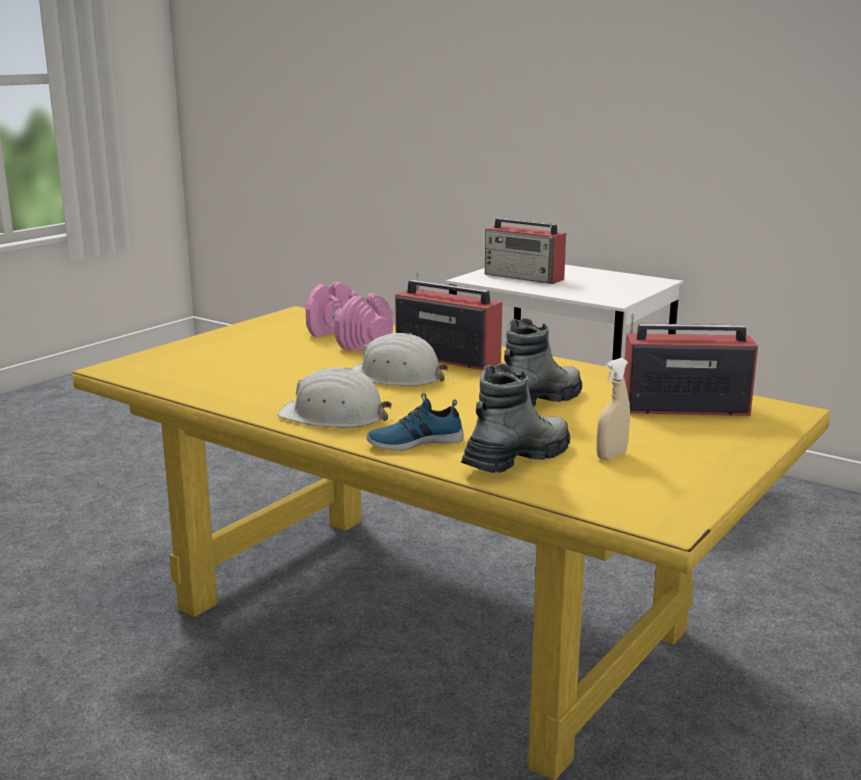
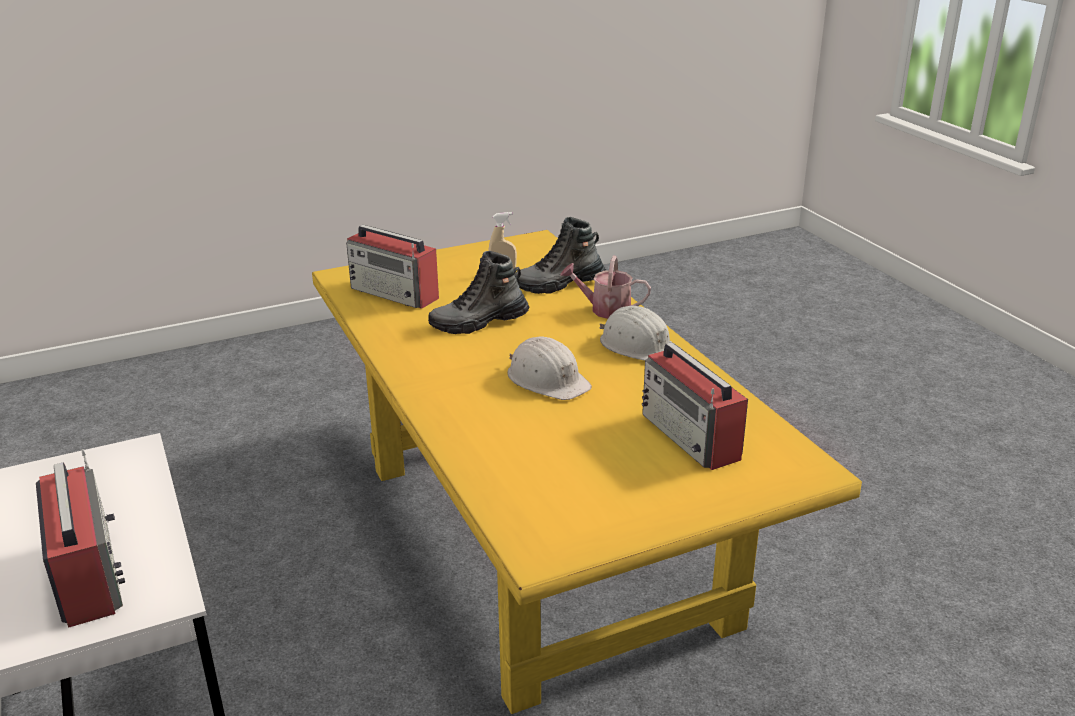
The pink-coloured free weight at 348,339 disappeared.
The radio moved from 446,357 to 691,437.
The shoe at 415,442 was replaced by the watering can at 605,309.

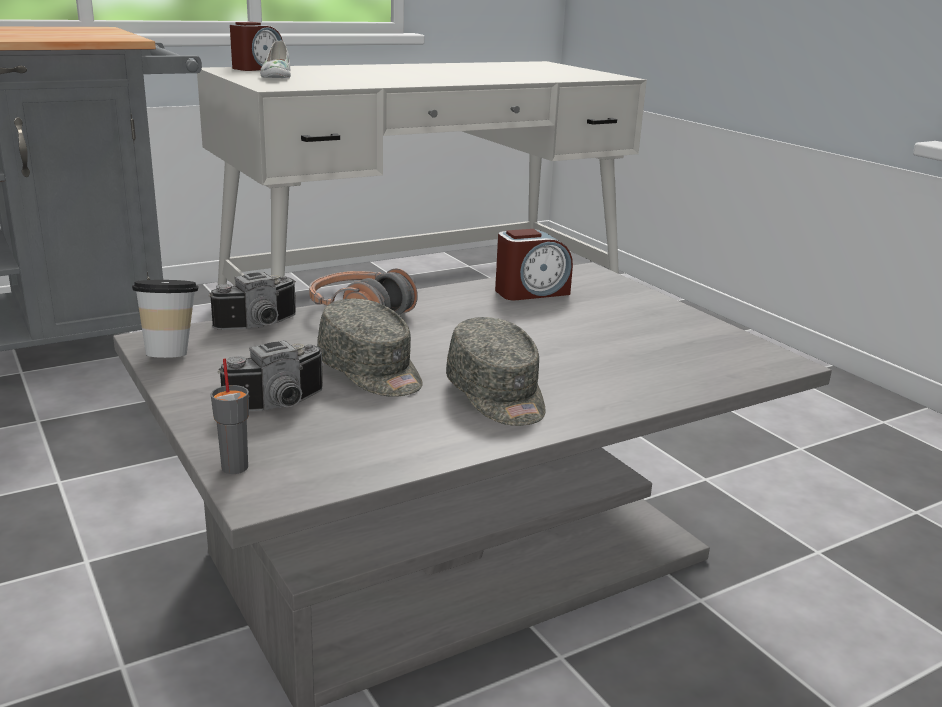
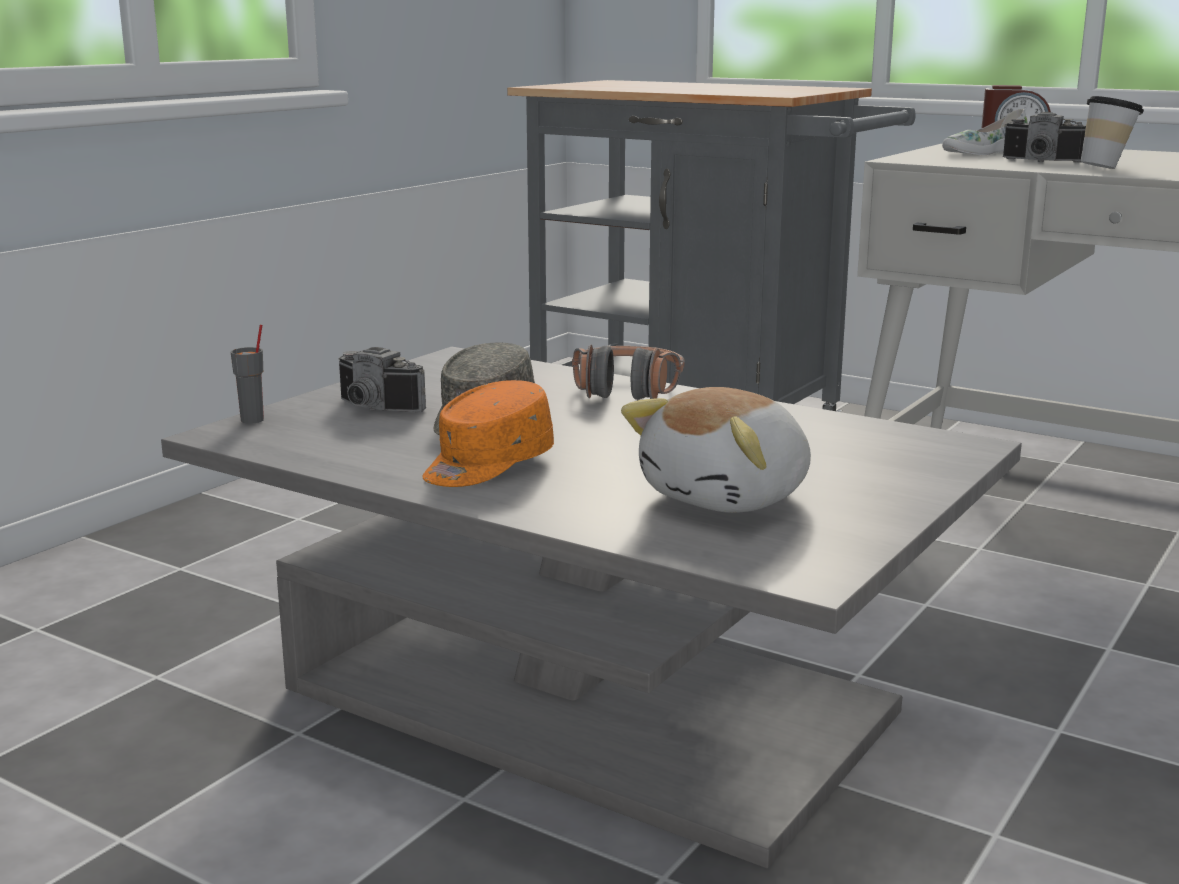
The alarm clock at 531,292 disappeared.
The cuddly toy at 729,497 appeared.
The drinking cup moved from 171,353 to 1106,168.
The photo camera moved from 260,326 to 1040,161.
The gray cap at 497,396 became the orangey cap at 486,465.

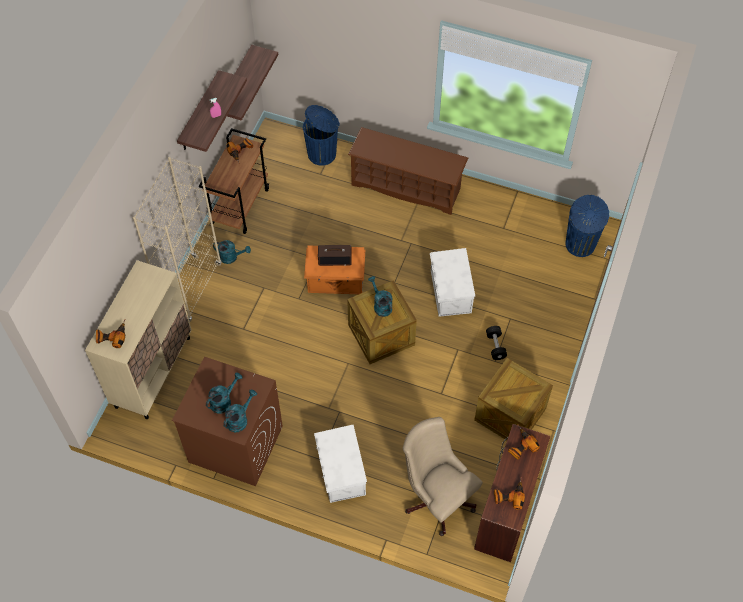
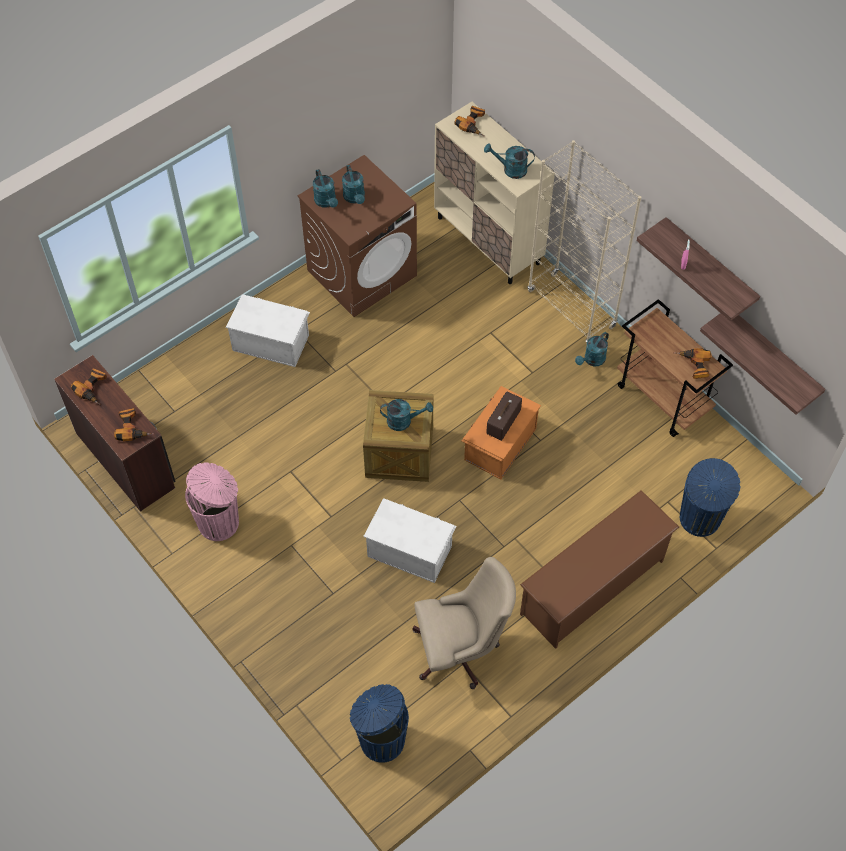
The black free weight at 495,346 disappeared.
The turquoise watering can at 510,170 appeared.
The beige-coloured office chair moved from 436,497 to 460,650.
The crate at 510,414 was replaced by the pink-coloured waste bin at 220,522.

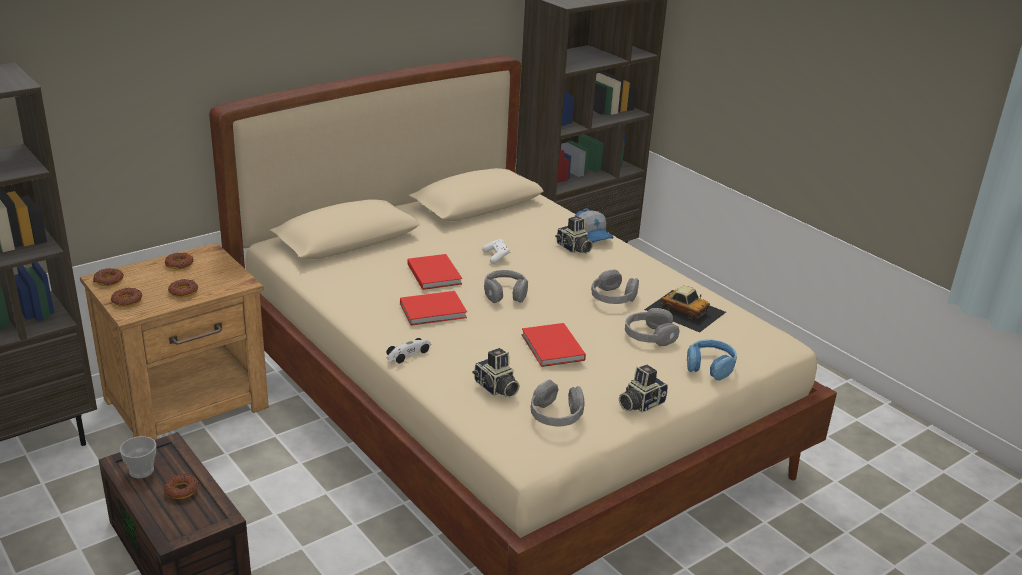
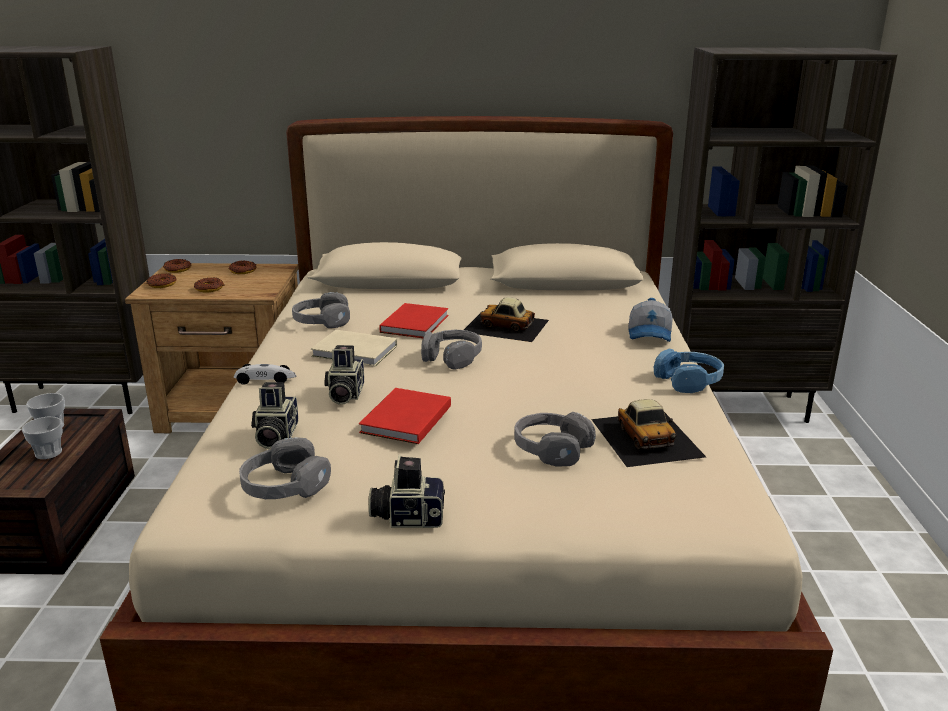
The photo camera moved from 573,248 to 344,394.
The gray headset moved from 613,297 to 321,321.
The blue-coloured headset moved from 710,366 to 689,381.
The donut at 182,490 was replaced by the drinking cup at 48,453.
The white-coloured game controller at 496,256 was replaced by the toy car at 506,326.
The red-coloured volume at 435,311 became the beige-coloured volume at 356,352.

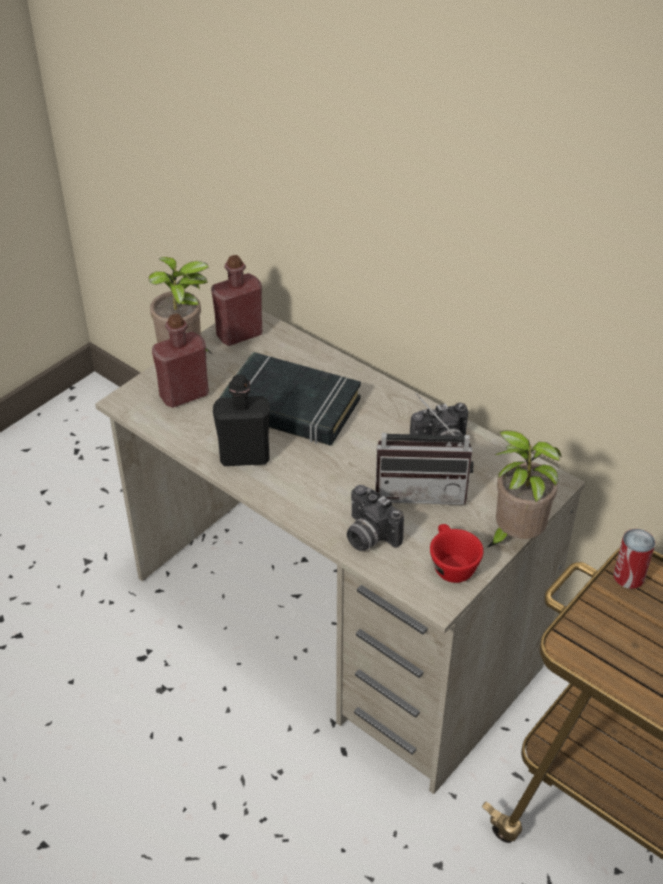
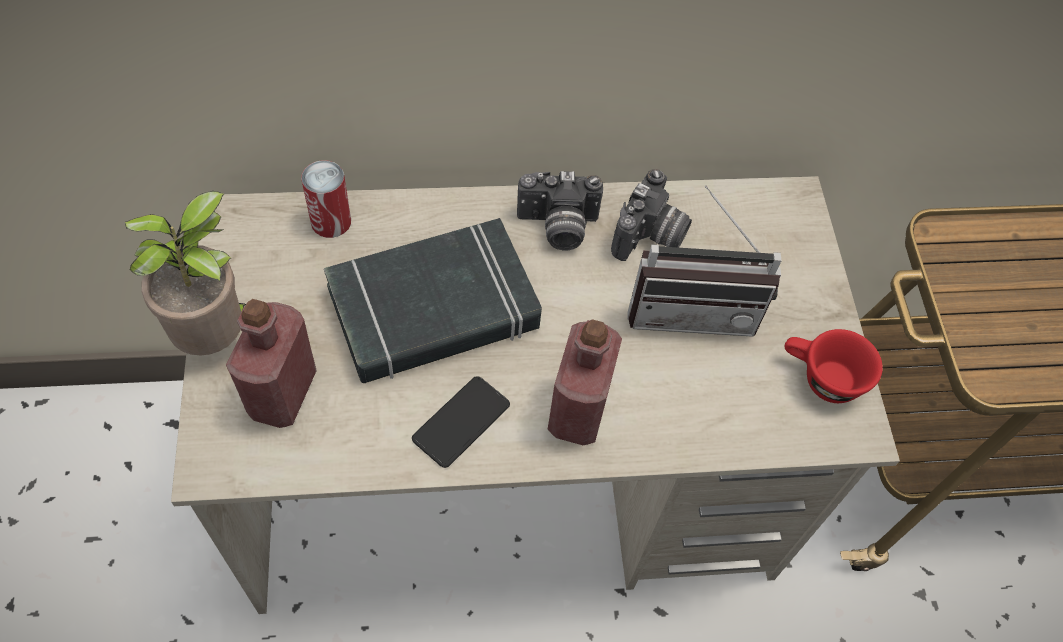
The plant in a pot at 515,536 disappeared.
The red-coloured drink bottle moved from 239,334 to 578,410.
The photo camera moved from 368,536 to 557,228.
The sealed can moved from 629,576 to 331,221.
The black drink bottle at 244,457 was replaced by the telephone at 461,422.
The radio at 421,489 turned 45 degrees clockwise.

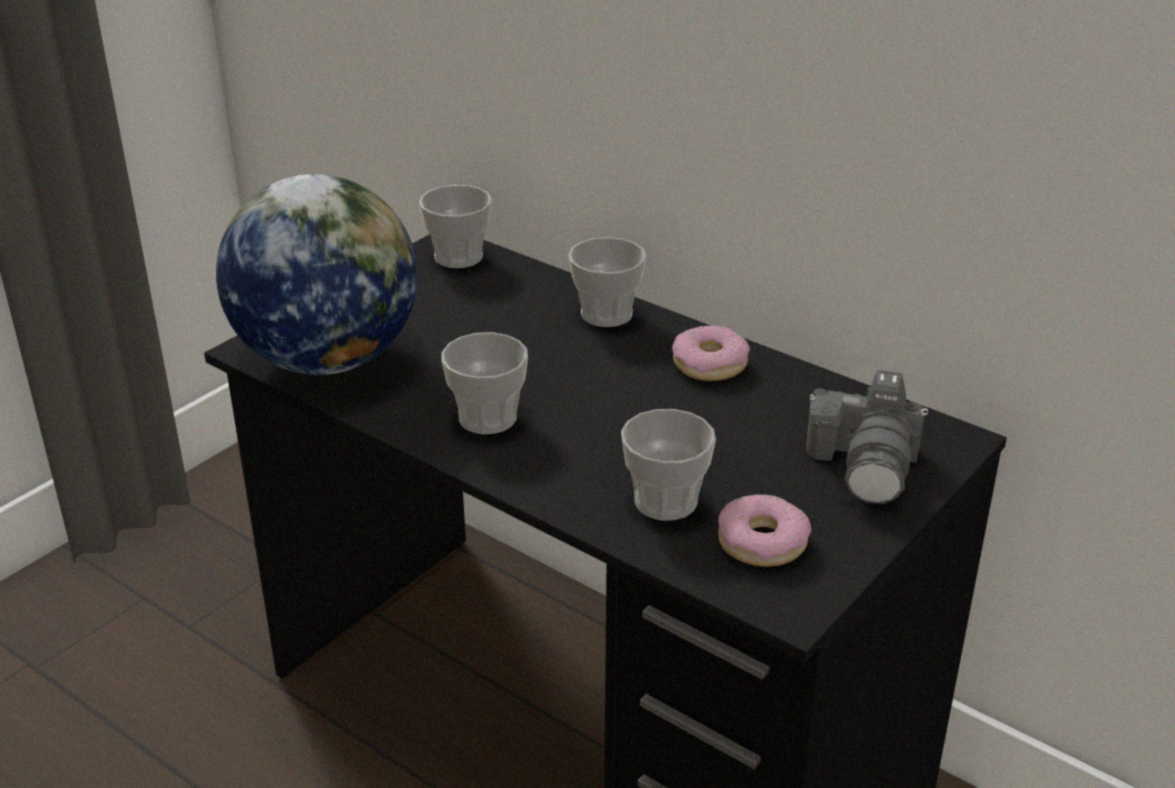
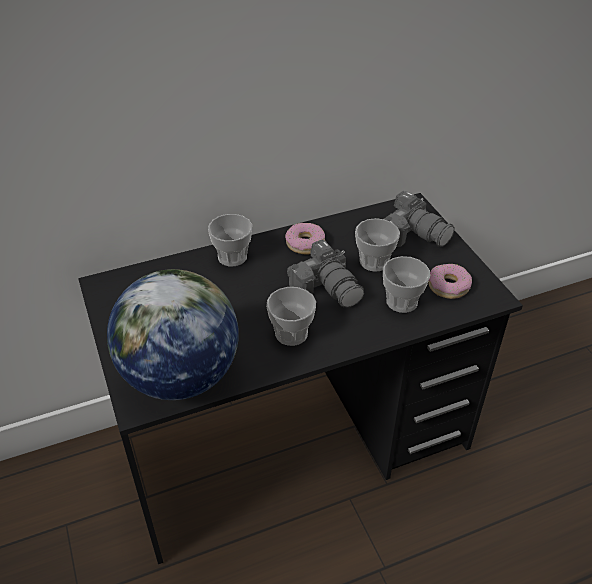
The photo camera at 327,288 appeared.
The drinking cup moved from 458,257 to 374,262.

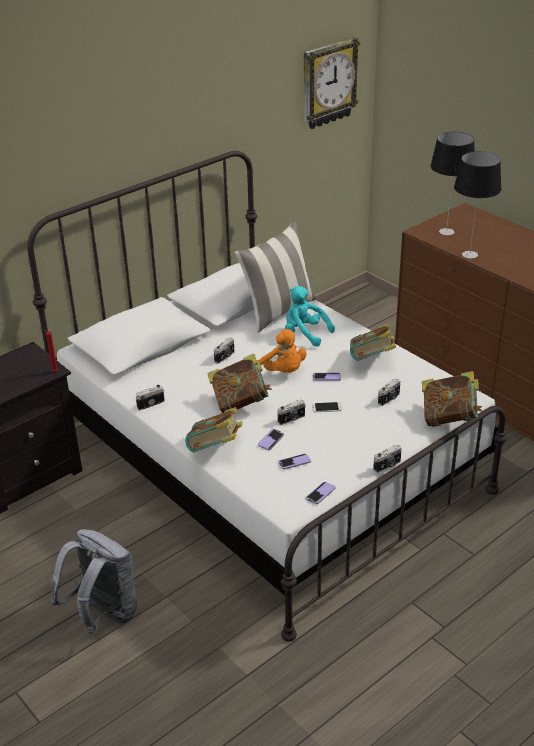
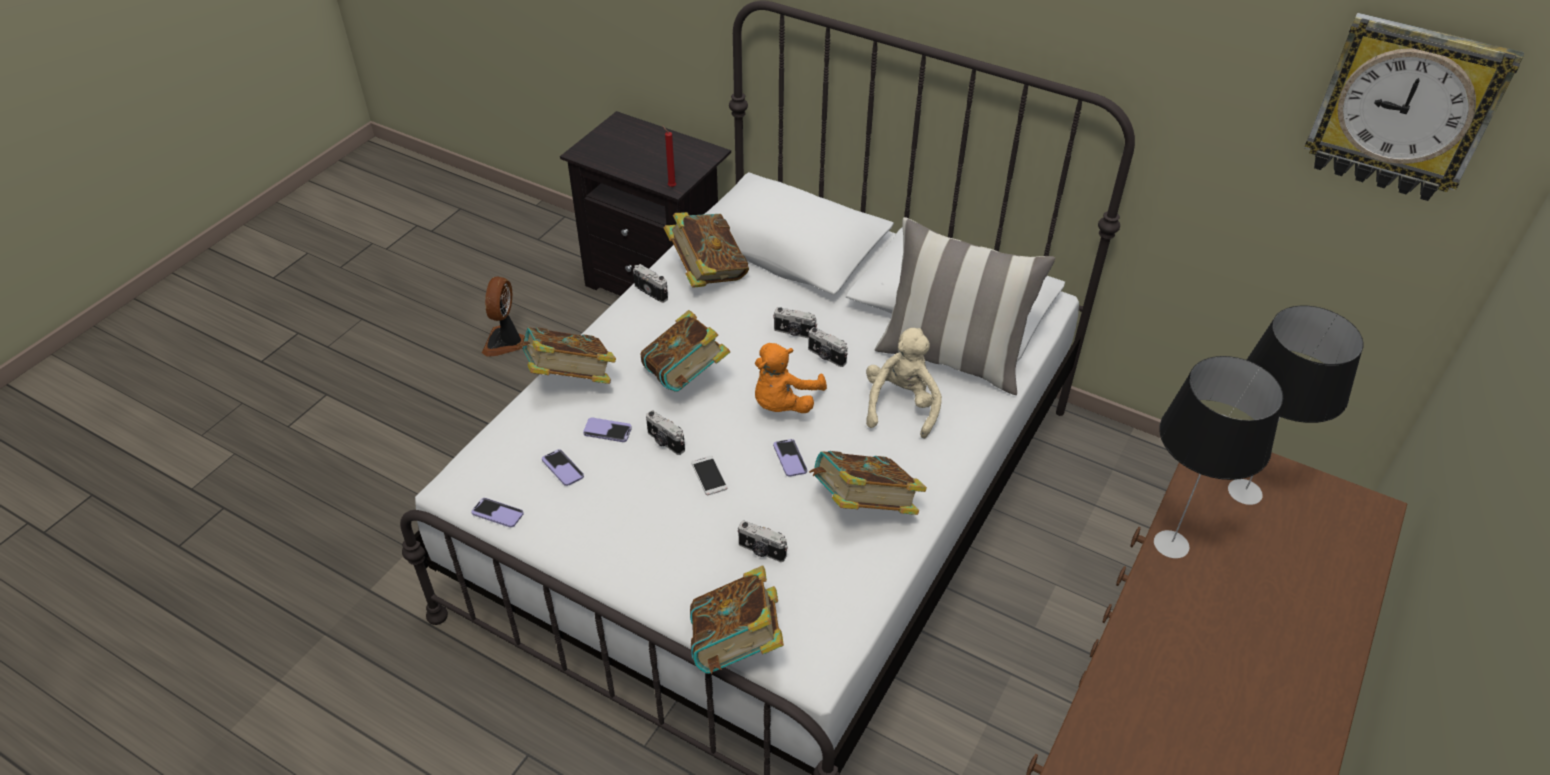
The gray knapsack at 103,614 disappeared.
The fan at 505,342 appeared.
The volume at 707,273 appeared.
The photo camera moved from 387,466 to 826,357.
The turquoise cuddly toy at 305,334 became the beige-coloured cuddly toy at 901,405.

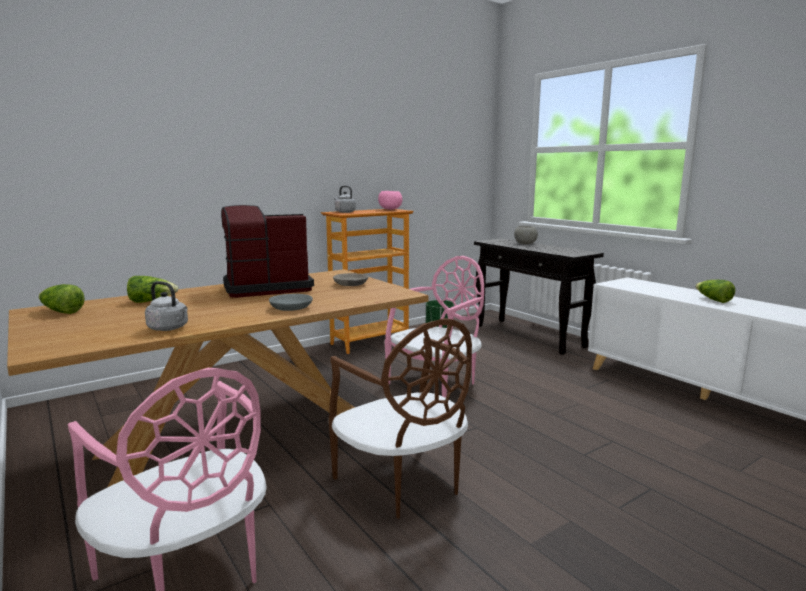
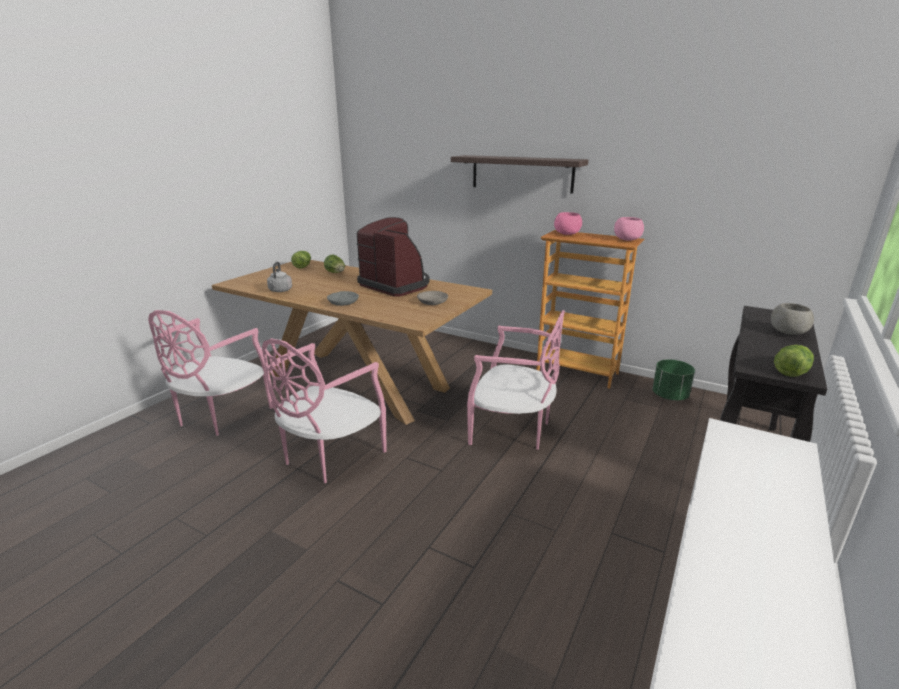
The bracket shelf at 521,173 appeared.
The lettuce head moved from 713,300 to 791,370.
The gray kettle at 344,212 was replaced by the pink-coloured deep dish at 567,234.
The brown-coloured chair at 403,483 became the pink-coloured chair at 329,455.

